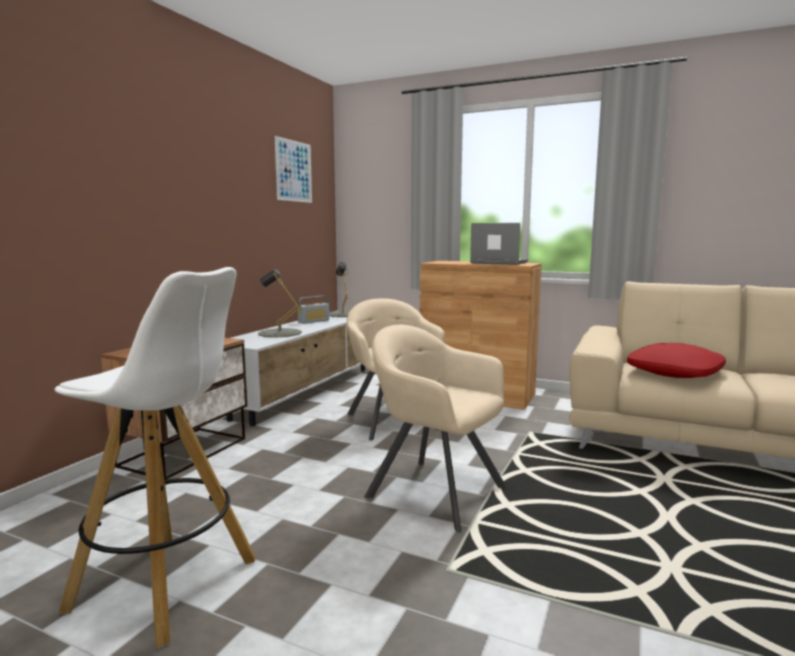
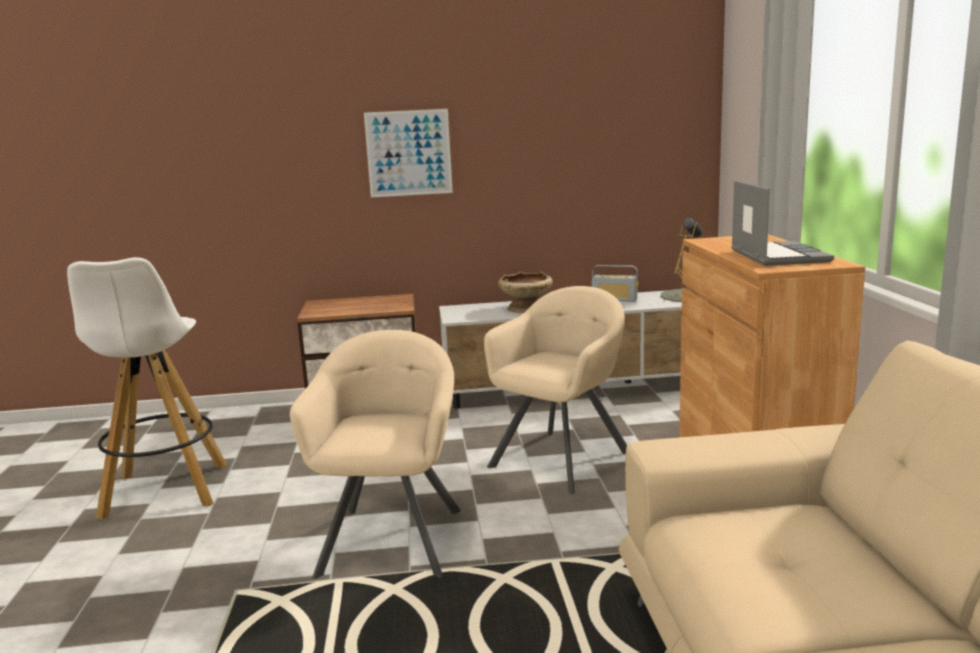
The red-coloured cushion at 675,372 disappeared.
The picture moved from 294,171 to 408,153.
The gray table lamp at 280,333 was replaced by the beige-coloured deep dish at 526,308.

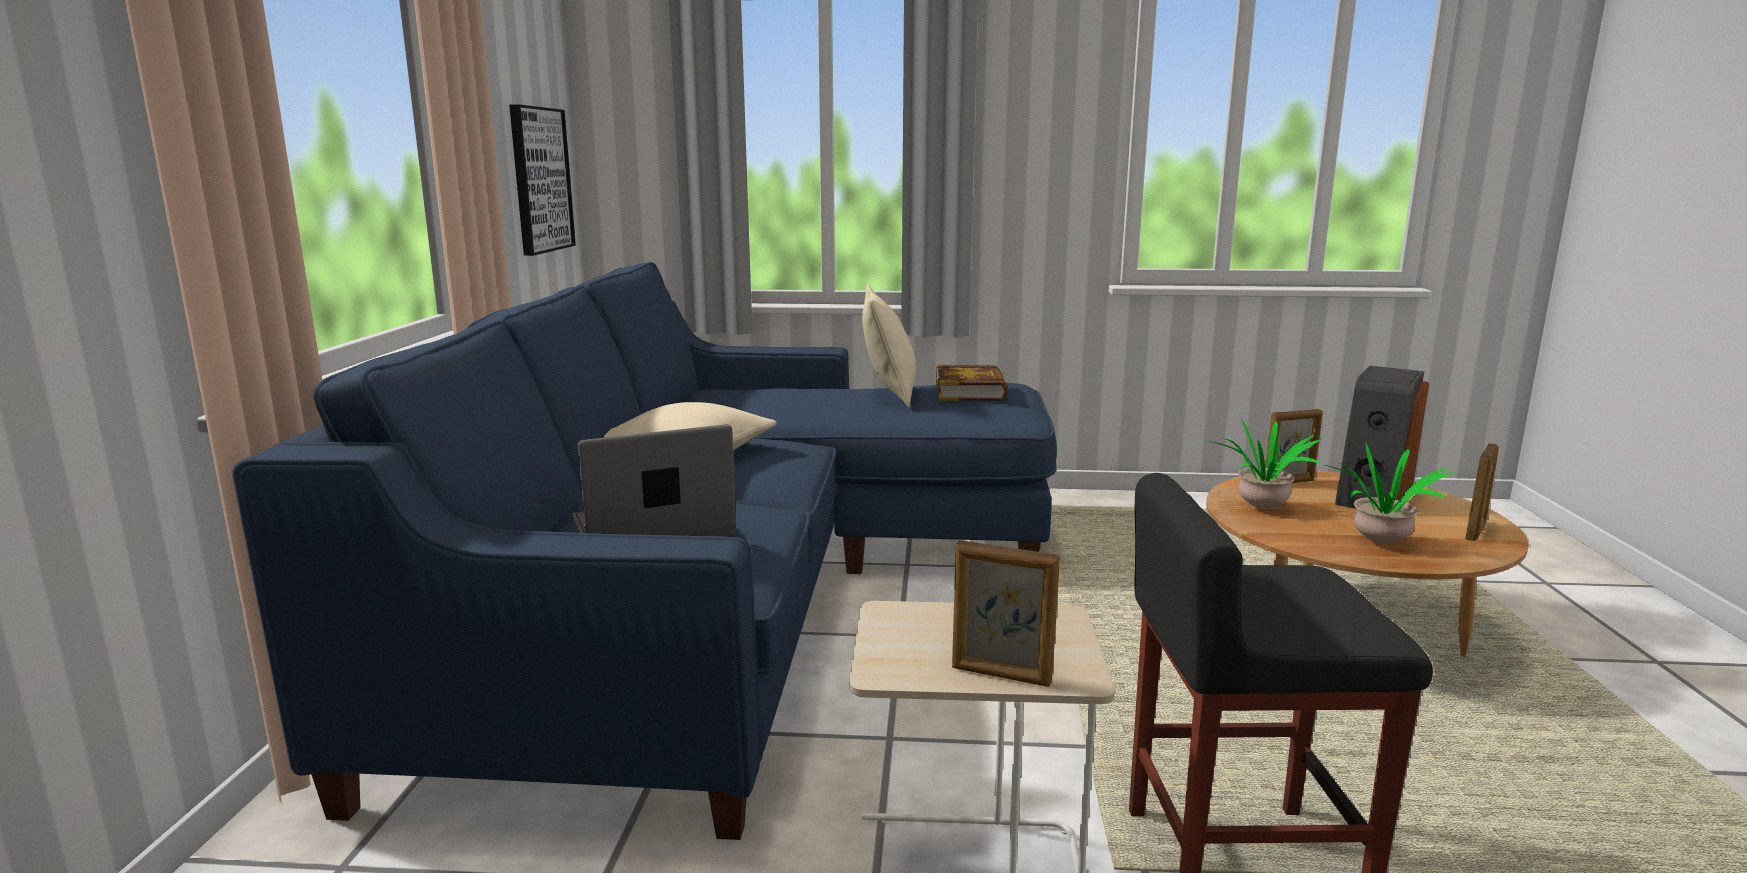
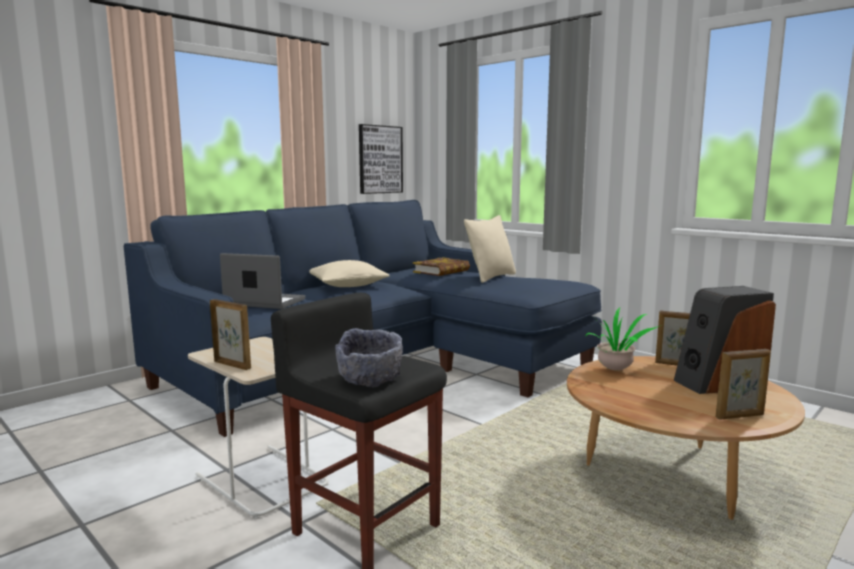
The plant in a pot at 1380,541 disappeared.
The gray deep dish at 370,379 appeared.
The volume moved from 971,391 to 441,271.
The standing frame at 1001,675 turned 150 degrees clockwise.

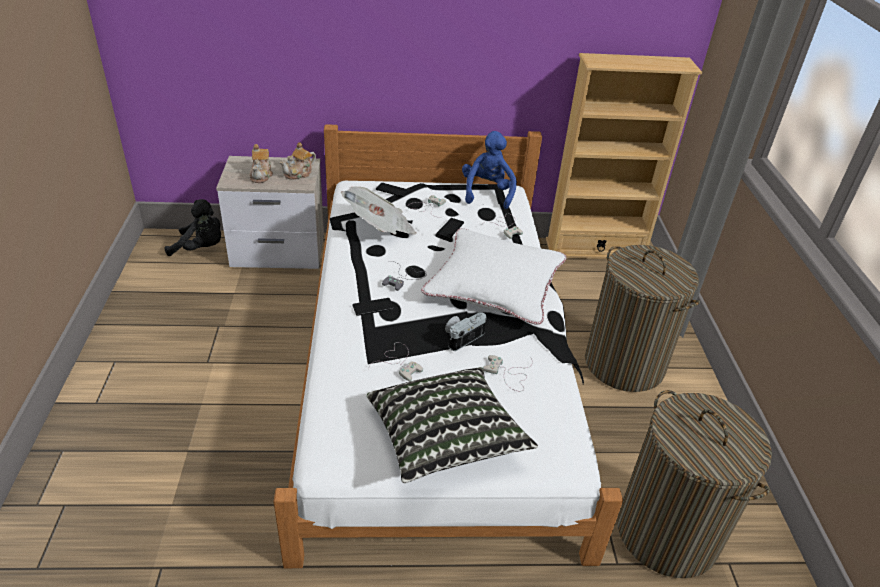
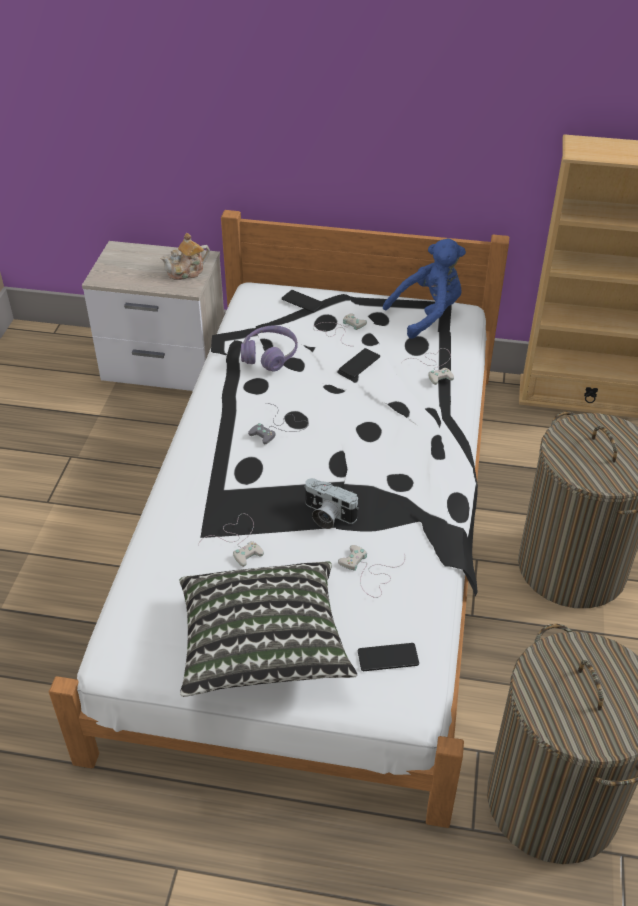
The black cuddly toy at 201,248 disappeared.
The teapot at 261,175 disappeared.
The white-coloured cushion at 495,284 disappeared.
The telephone moved from 373,307 to 388,658.
The daily paper at 380,228 was replaced by the purple-coloured headset at 269,355.
The photo camera at 462,337 turned 120 degrees counterclockwise.
The blue-coloured cuddly toy at 487,193 turned 45 degrees clockwise.

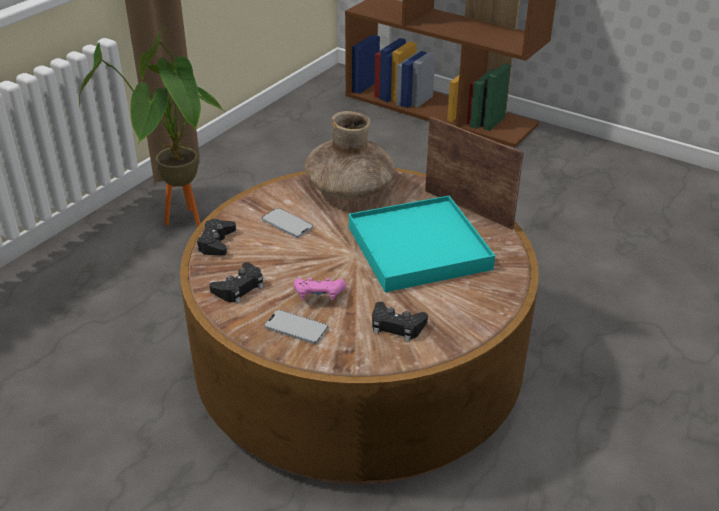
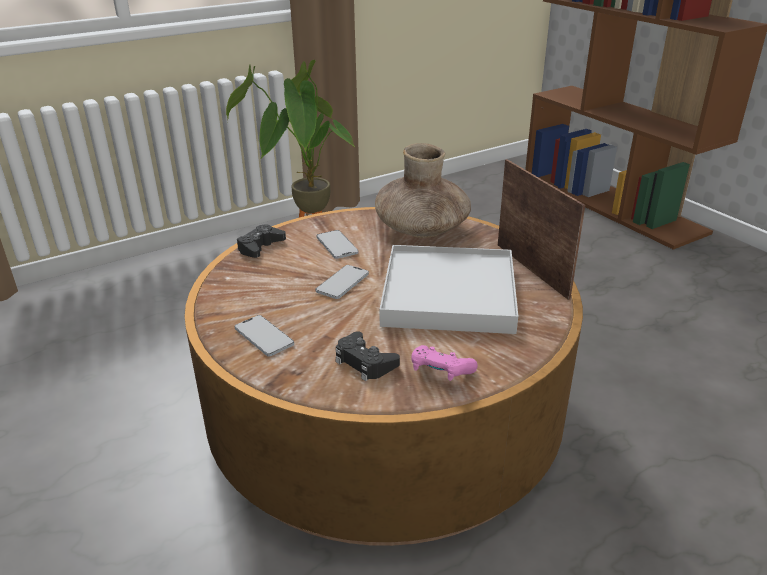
The black game controller at 239,288 disappeared.
The telephone at 342,283 appeared.
The pink-coloured game controller moved from 319,296 to 440,373.
The turquoise serving tray at 419,248 became the white-coloured serving tray at 449,294.

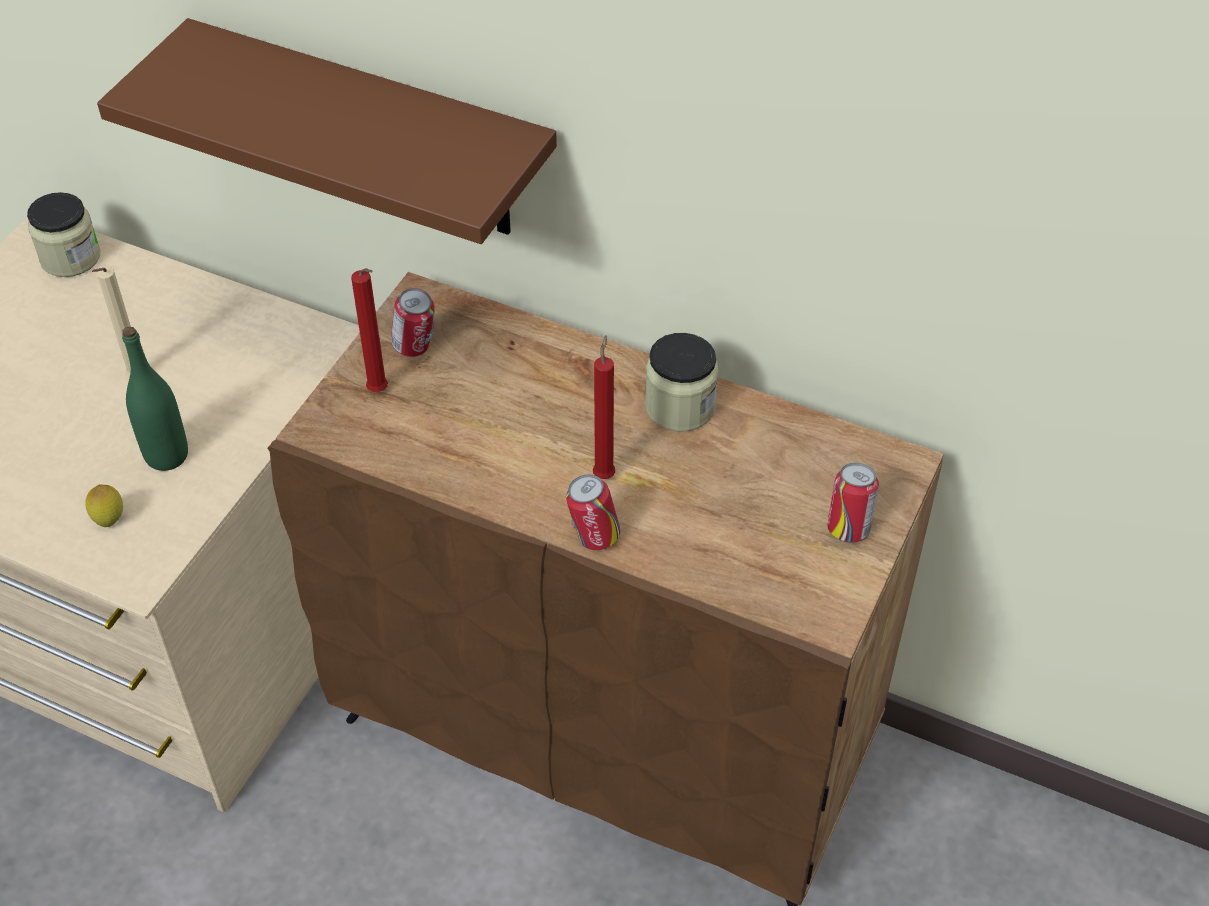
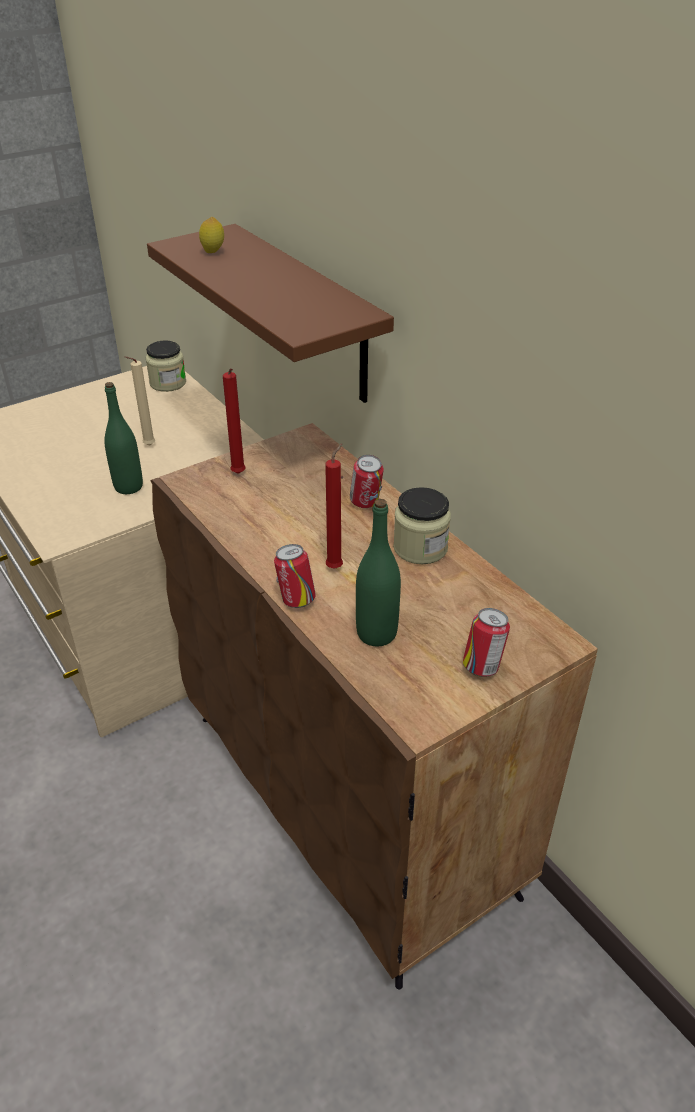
The green-coloured drink bottle at 376,633 appeared.
The lemon moved from 110,521 to 213,252.
The sealed can moved from 415,348 to 365,504.

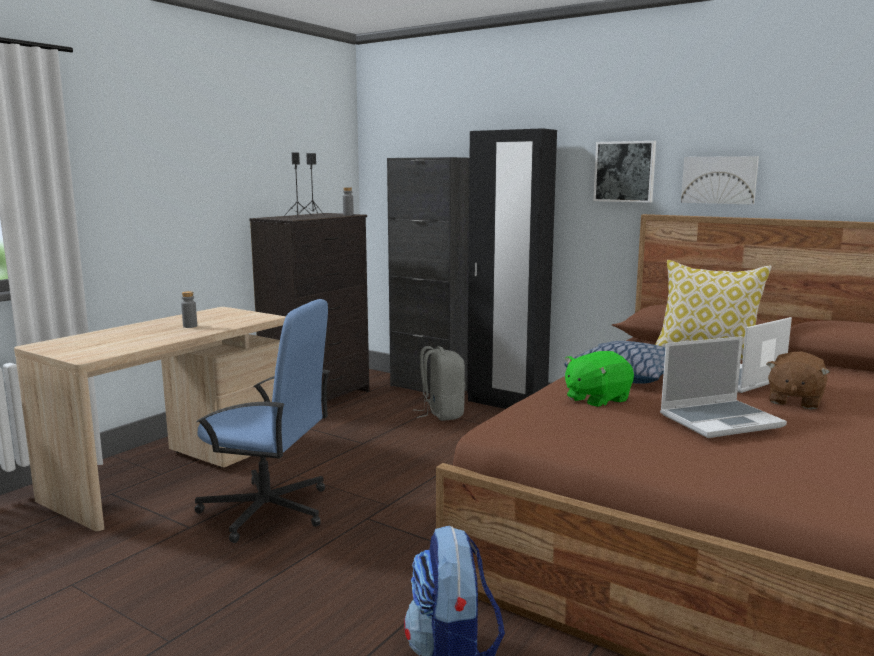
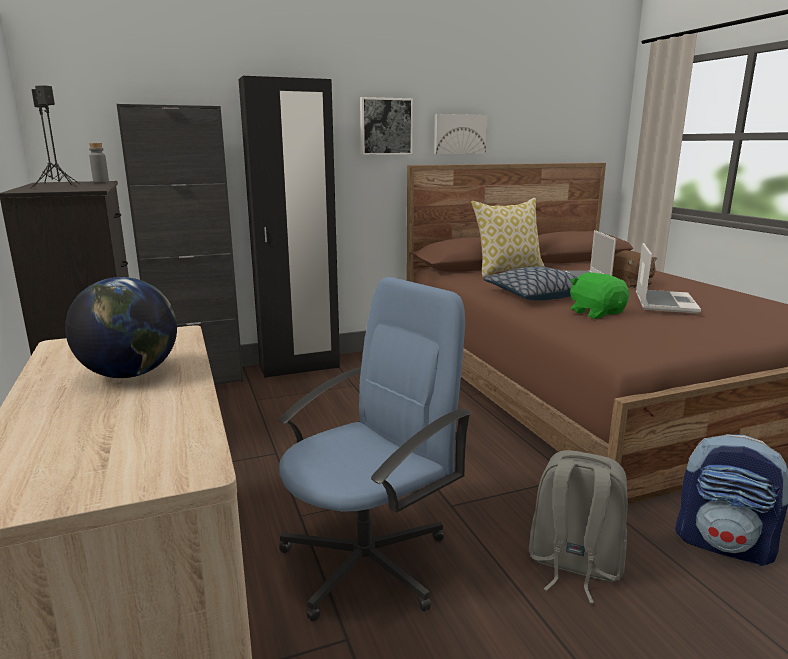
The gray knapsack moved from 441,414 to 573,565.
The gray drink bottle at 190,326 was replaced by the globe at 130,374.
The green-coloured cuddly toy at 596,400 turned 150 degrees clockwise.

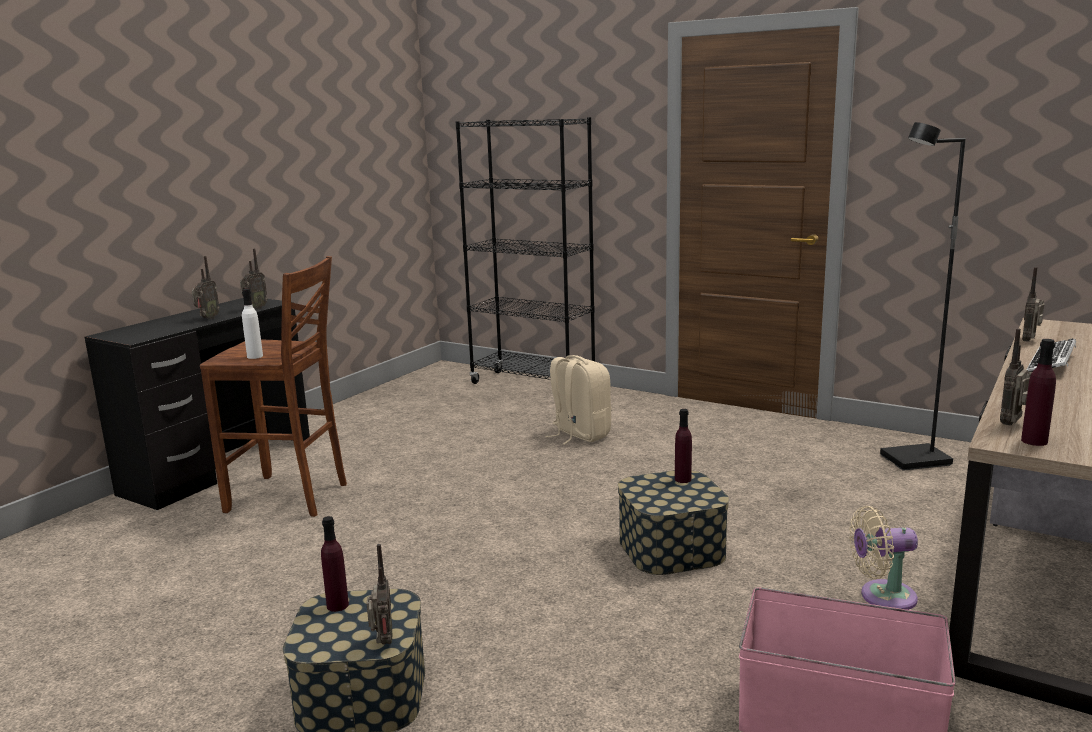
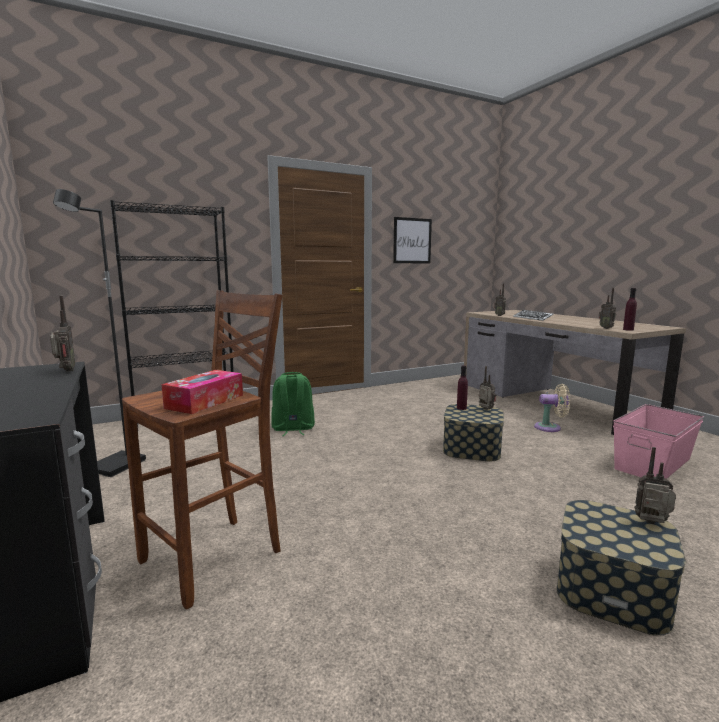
The purple-coloured drink bottle at 337,605 disappeared.
The picture at 412,241 appeared.
The radio moved from 207,318 to 485,409.
The black floor lamp moved from 915,461 to 117,466.
The white-coloured drink bottle at 255,356 was replaced by the box of tissues at 205,401.
The beige-coloured knapsack at 579,434 became the green-coloured knapsack at 293,429.
The beige-coloured fan at 882,596 turned 105 degrees counterclockwise.

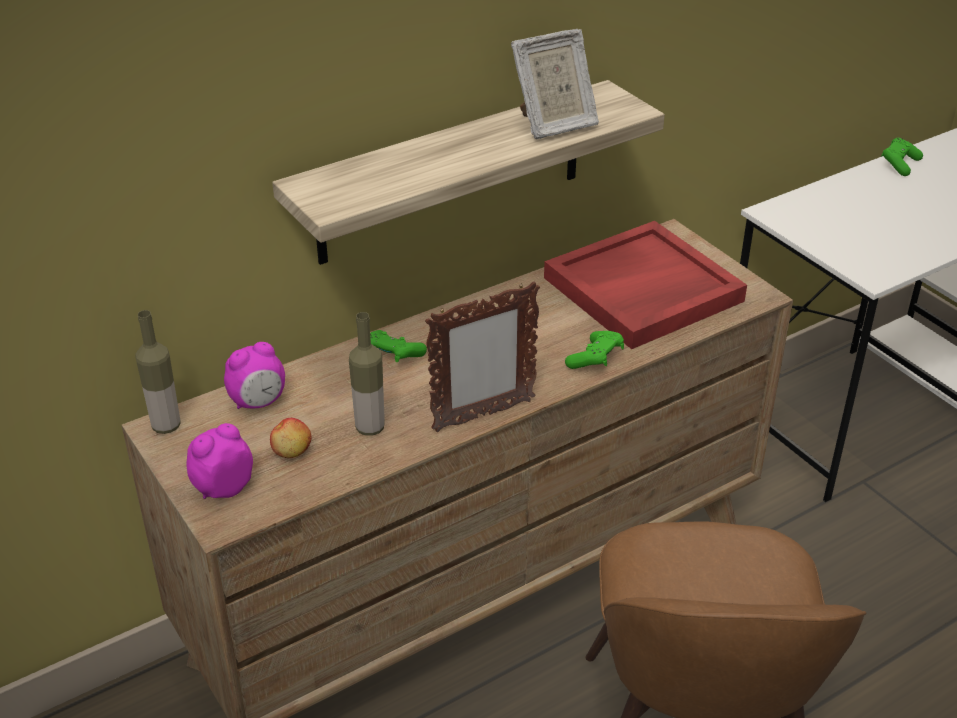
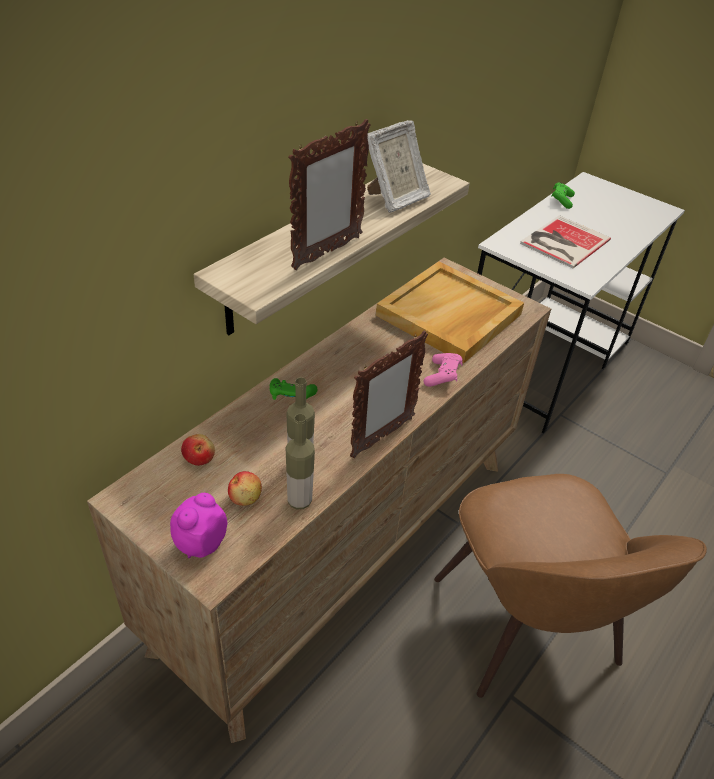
The standing frame at 326,253 appeared.
The volume at 562,242 appeared.
The drink bottle moved from 166,426 to 299,501.
The alarm clock at 258,402 was replaced by the whole apple at 199,458.
The red-coloured serving tray at 642,290 became the beige-coloured serving tray at 449,316.
The green-coloured game controller at 596,360 became the pink-coloured game controller at 442,376.

